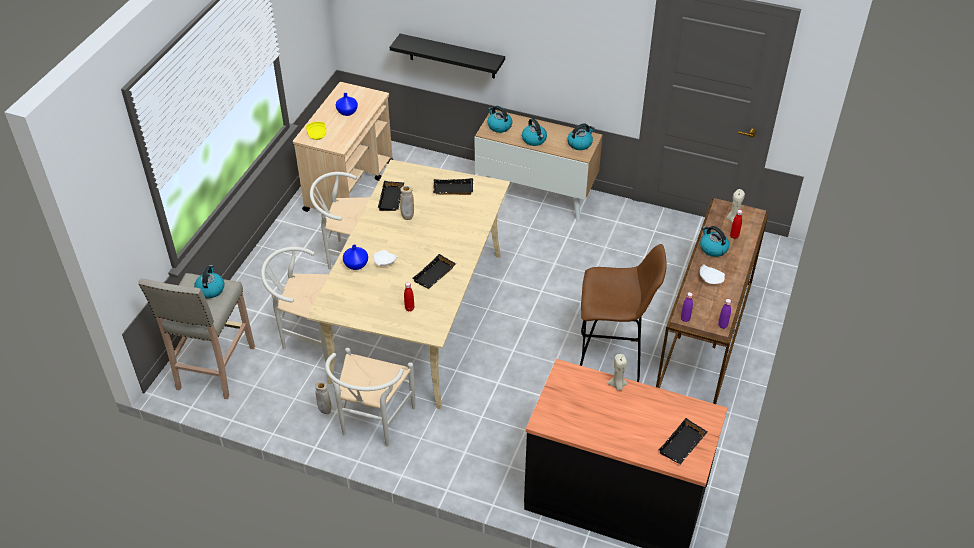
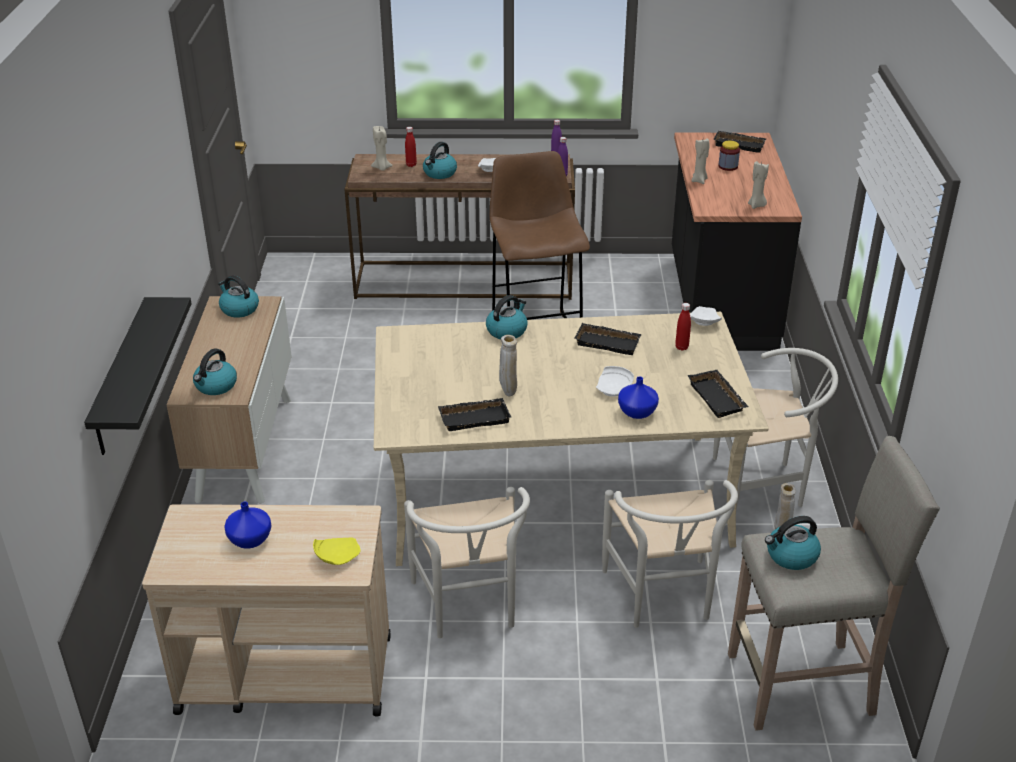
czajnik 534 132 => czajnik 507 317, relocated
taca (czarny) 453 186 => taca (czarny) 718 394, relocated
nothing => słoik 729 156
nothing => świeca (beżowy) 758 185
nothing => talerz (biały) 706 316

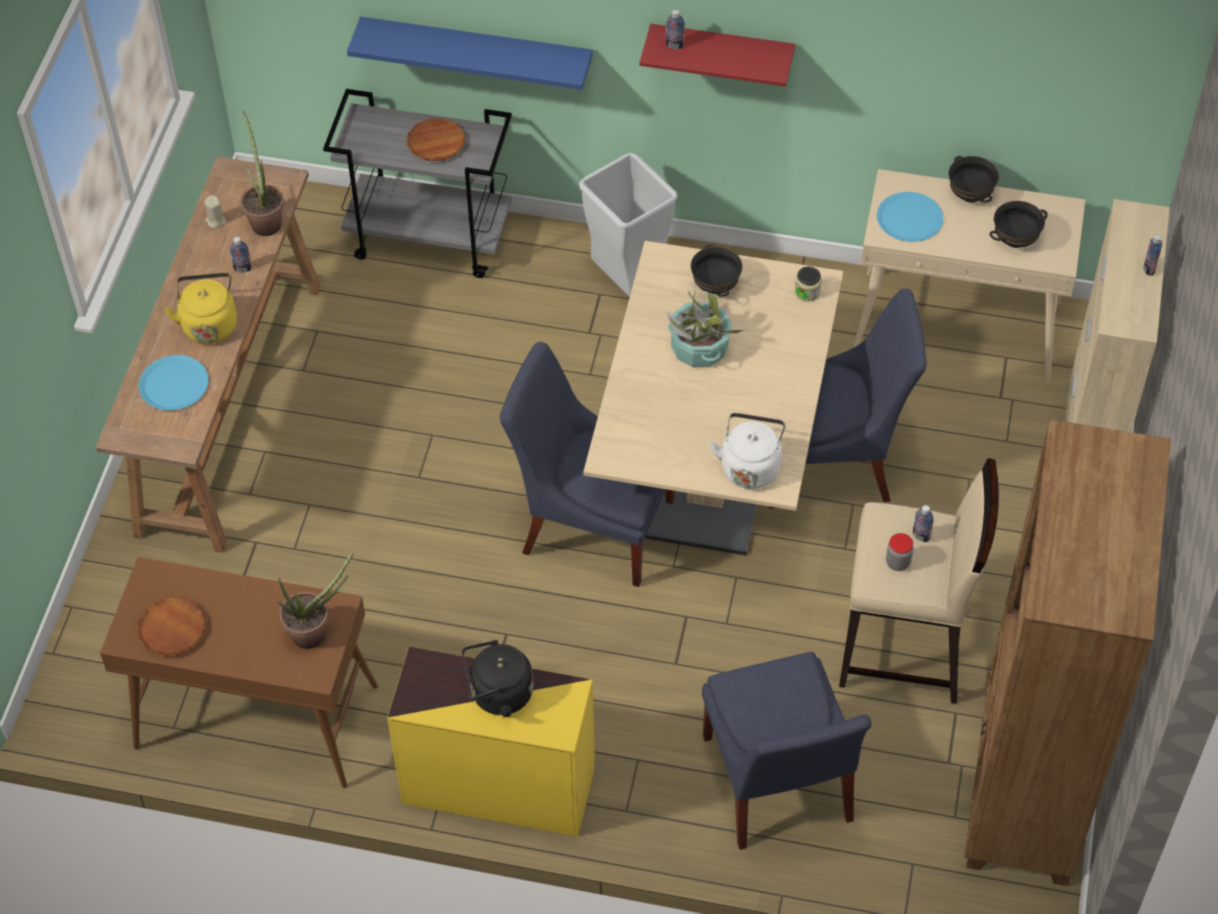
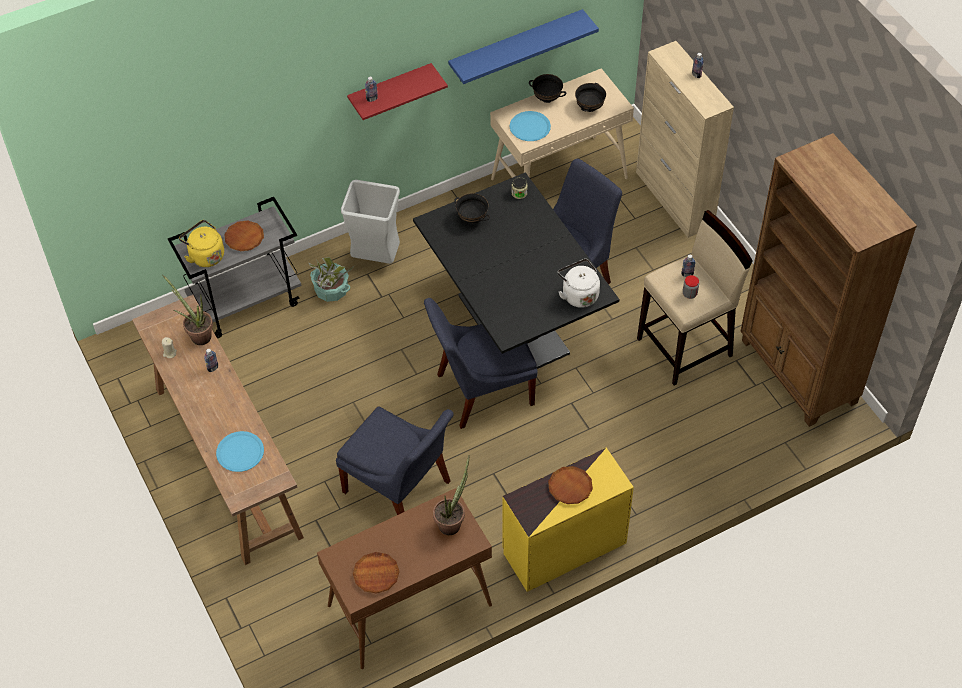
półka (niebieski) 470 53 => półka (niebieski) 523 46, relocated
stół jadalny (beżowy) 713 398 => stół jadalny (czarny) 516 270
czajnik (żółty) 200 308 => czajnik (żółty) 201 243, relocated
roślina doniczkowa 705 327 => roślina doniczkowa 332 279, relocated
czajnik (czarny) 497 678 => talerz (brązowy) 570 485
krzesło (niebieski) 787 751 => krzesło (niebieski) 394 461, relocated

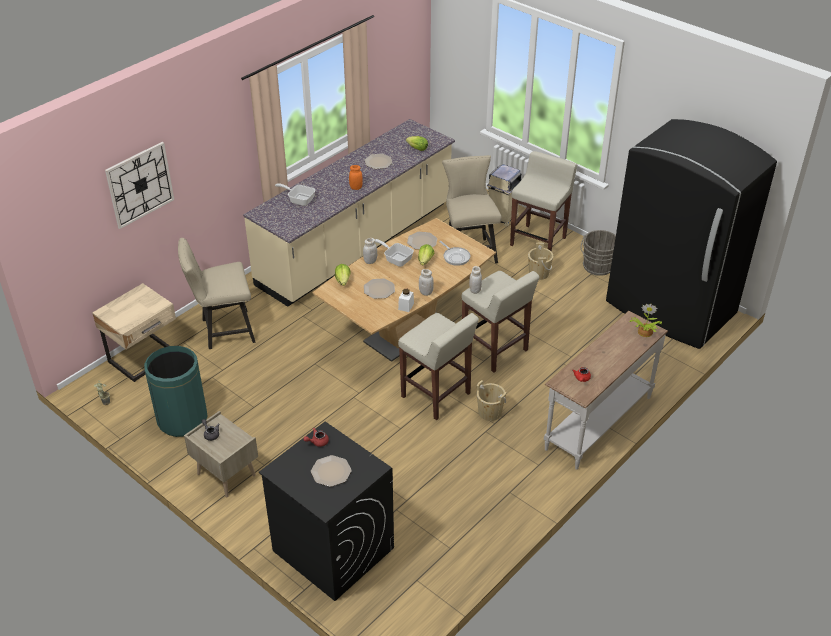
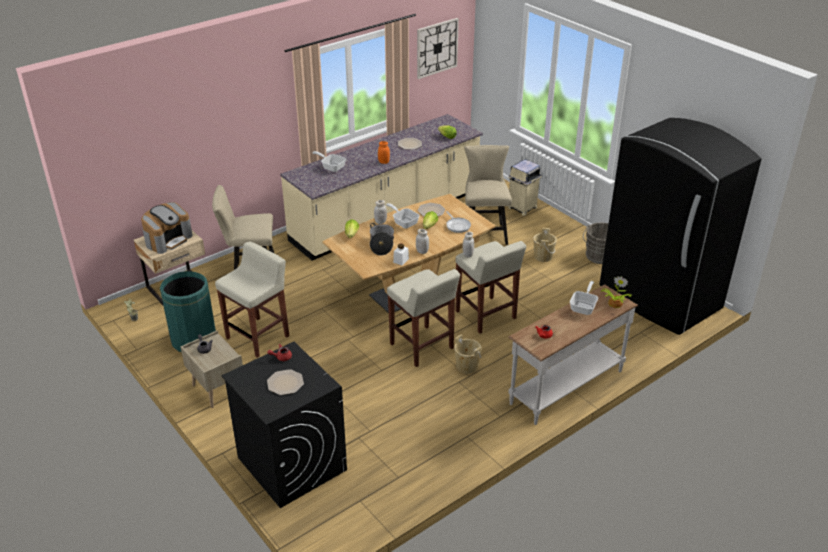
zegar ścienny 139 185 => zegar ścienny 438 48, relocated
stołek (beżowy) 543 201 => stołek (beżowy) 252 300, relocated
talerz 379 289 => garnek 382 239
nothing => ekspres do kawy 167 228
nothing => patelnia 584 298

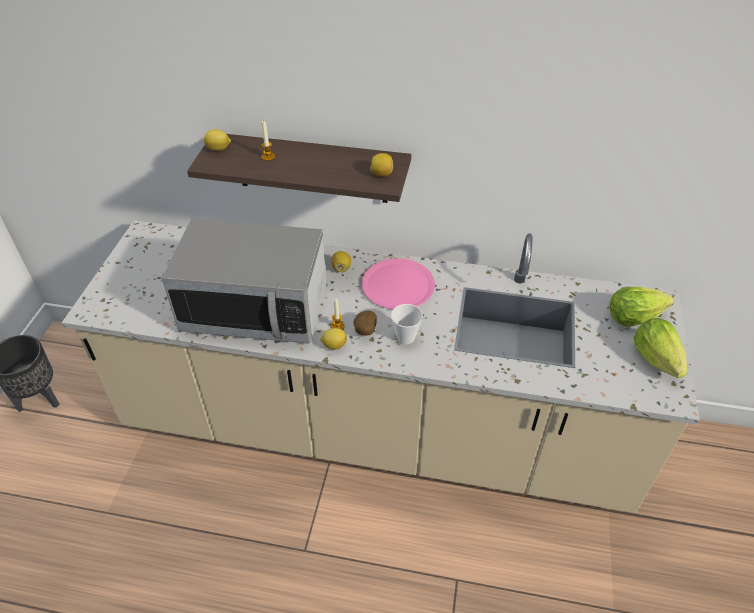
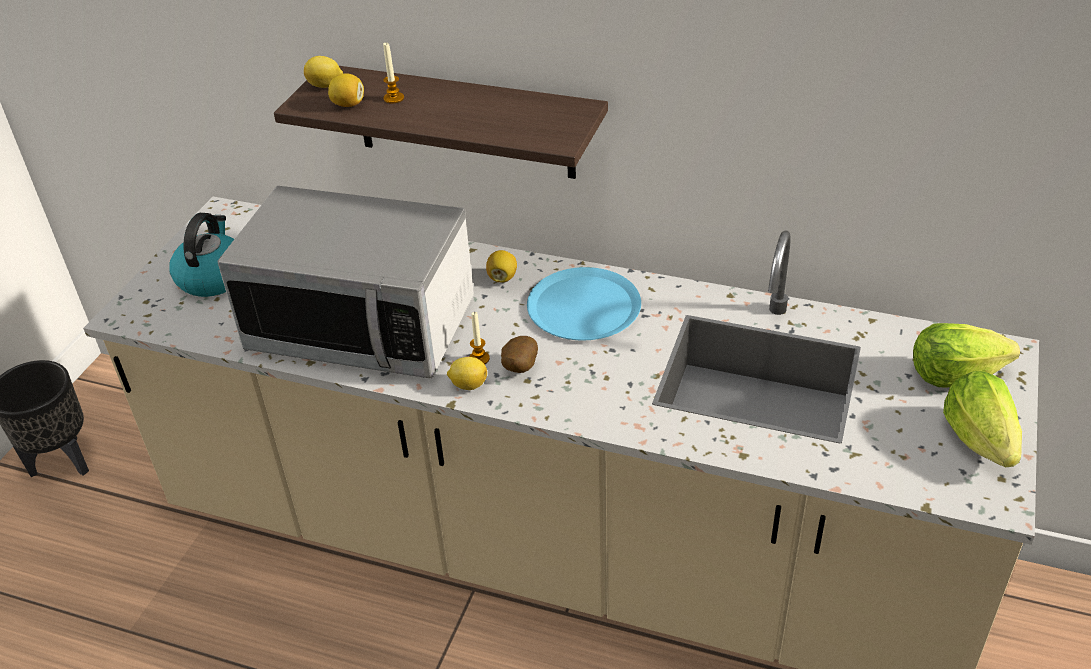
cytryna 381 164 => cytryna 346 90, relocated
talerz (różowy) 398 283 => talerz (niebieski) 584 303
filiżanka 407 324 => nothing
nothing => czajnik 201 255

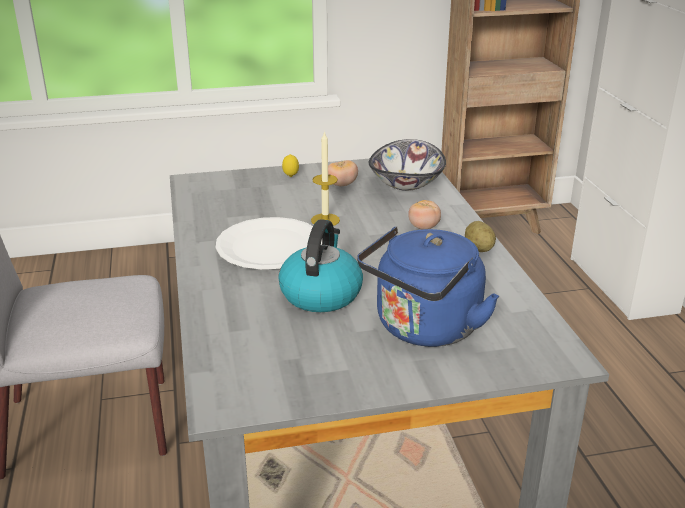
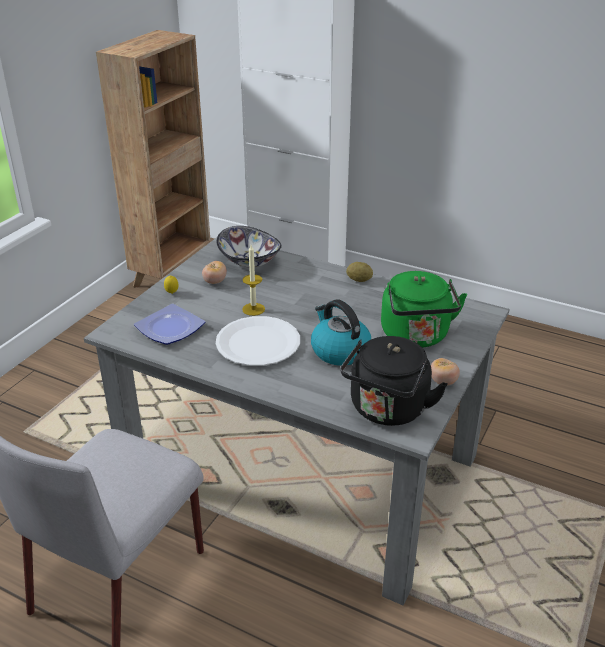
pomidor 424 214 => pomidor 445 371, relocated
czajnik (niebieski) 428 286 => czajnik (zielony) 424 309
nothing => talerz 169 324
nothing => czajnik (czarny) 394 381

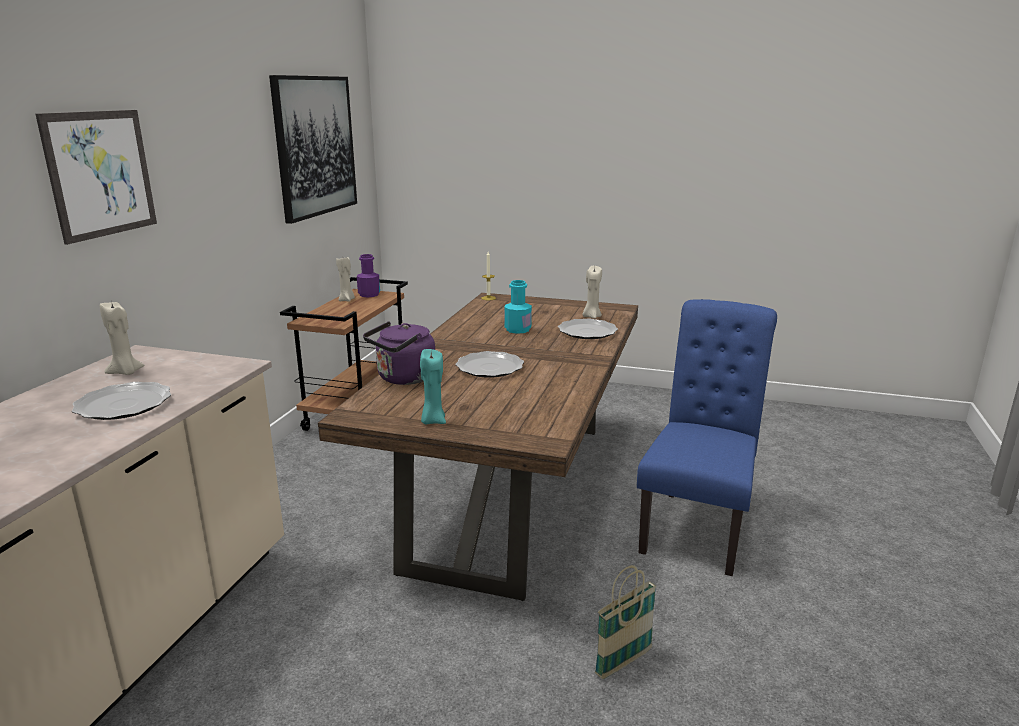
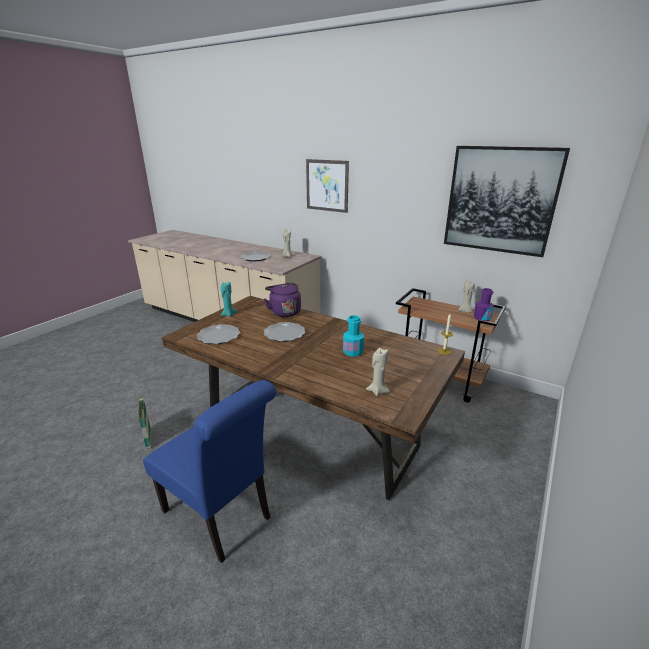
talerz 588 329 => talerz 218 334, relocated

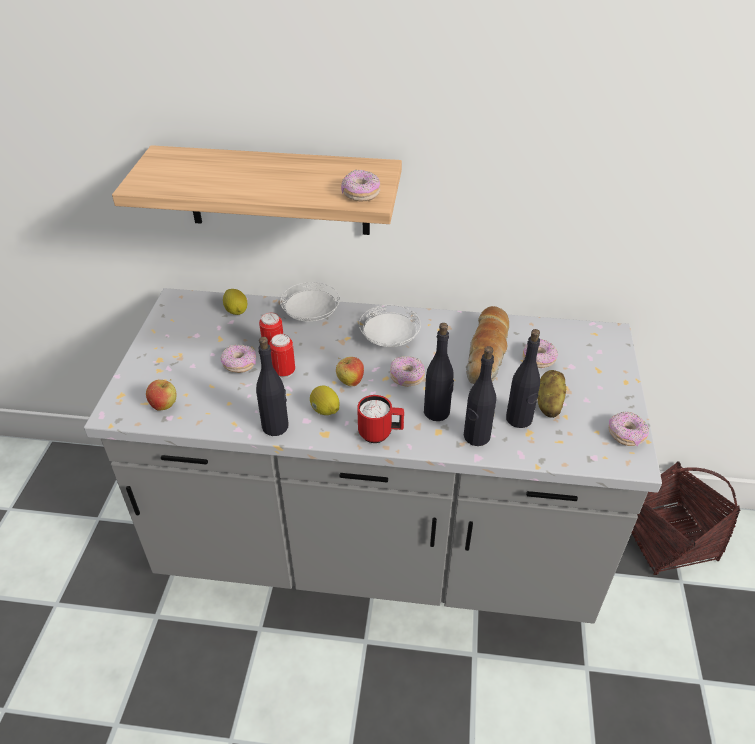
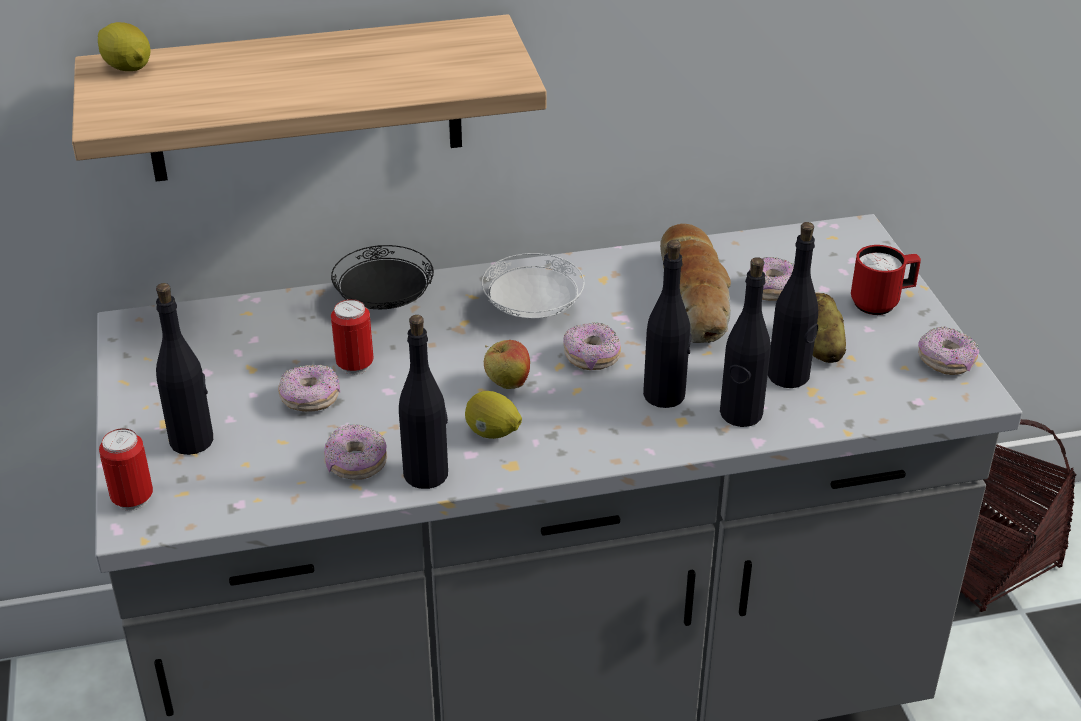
donut 361 185 => donut 355 452, relocated
talerz (biały) 310 302 => talerz (czarny) 382 277
cytryna 235 302 => cytryna 124 46, relocated
puszka 282 356 => puszka 126 469, relocated
jabłko 161 395 => nothing
kubek (czerwony) 380 419 => kubek (czerwony) 886 280, relocated
nothing => butelka (czarny) 184 369

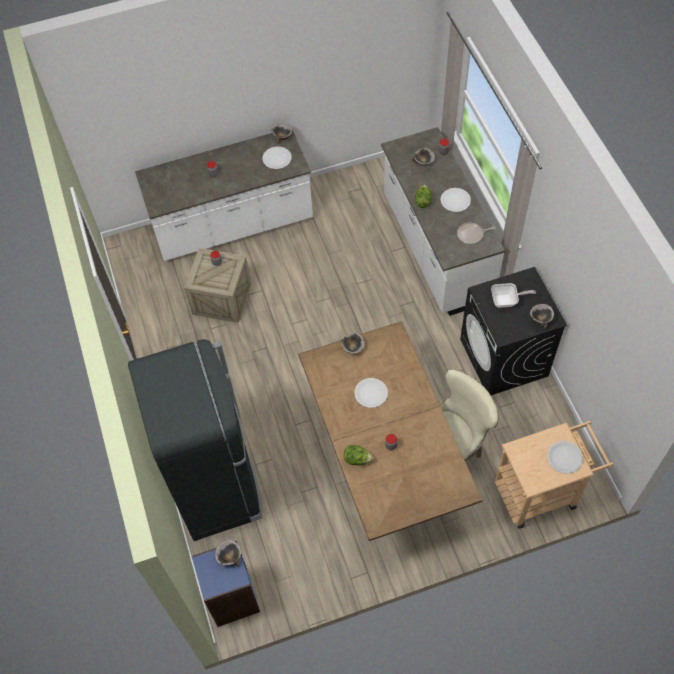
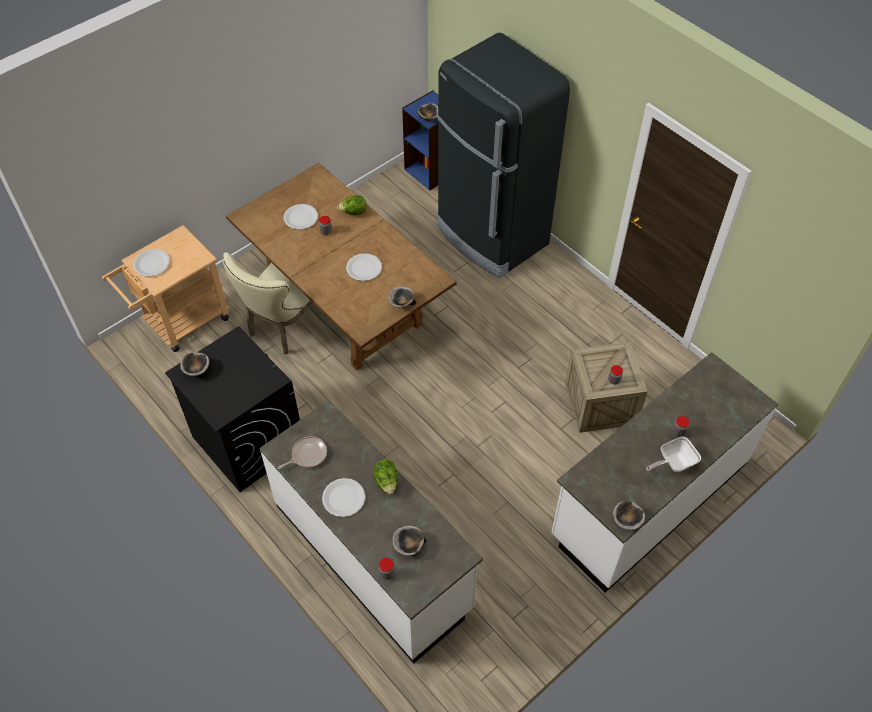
talerz (biały) 276 157 => talerz (biały) 301 216, relocated
patelnia 513 295 => patelnia 673 454, relocated

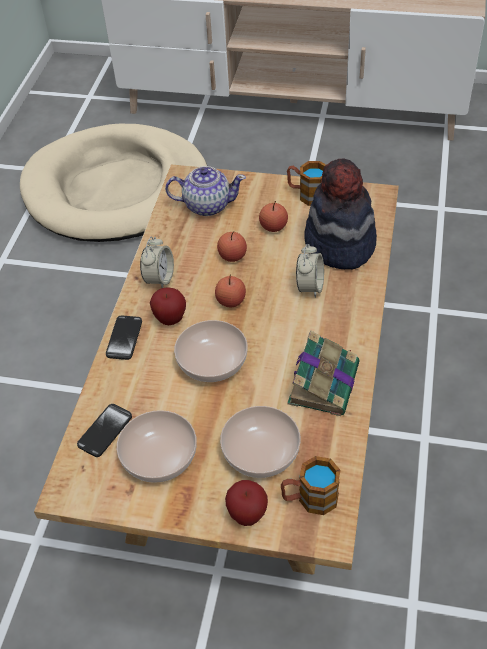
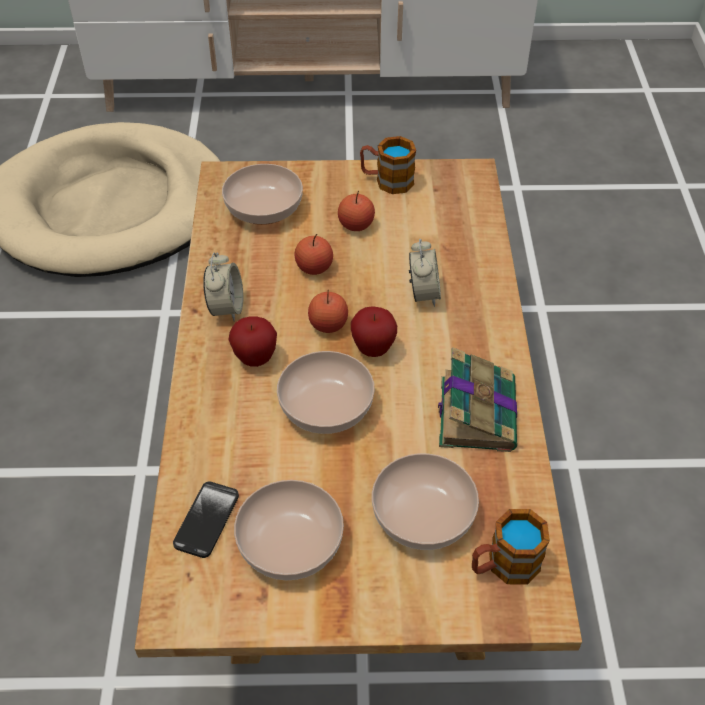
kapelusz 340 214 => nothing
imbryk 205 191 => miska 262 194
telefon 124 337 => nothing
jabłko 246 503 => jabłko 374 331, relocated

